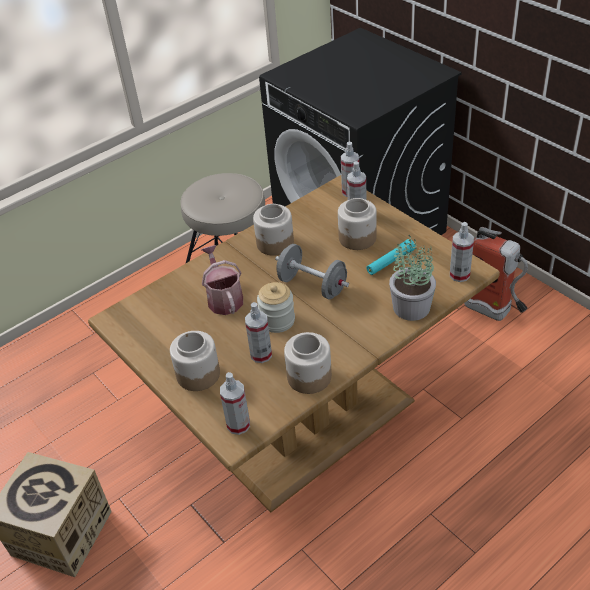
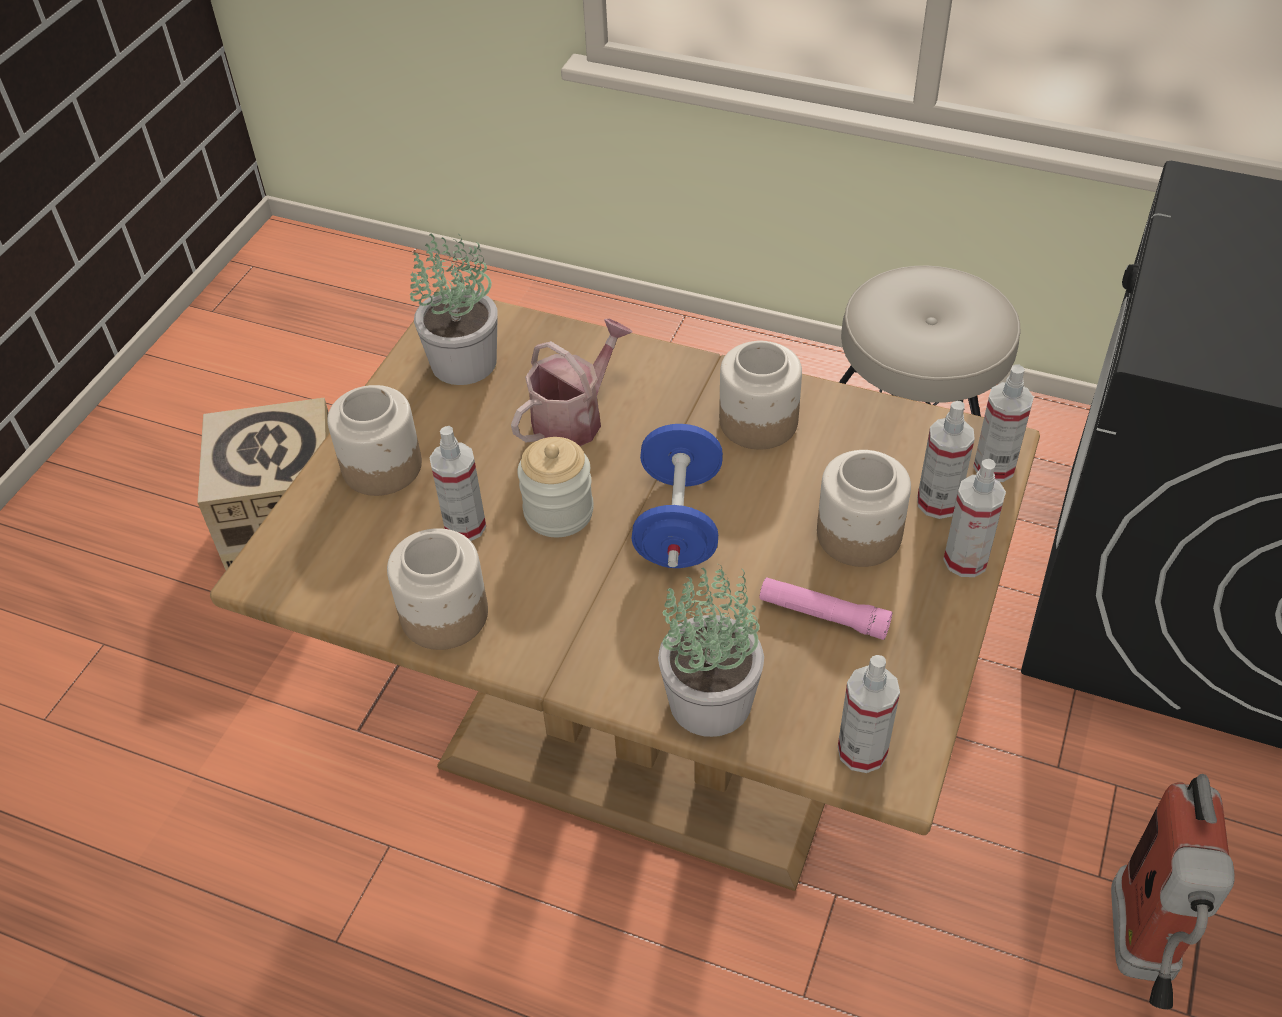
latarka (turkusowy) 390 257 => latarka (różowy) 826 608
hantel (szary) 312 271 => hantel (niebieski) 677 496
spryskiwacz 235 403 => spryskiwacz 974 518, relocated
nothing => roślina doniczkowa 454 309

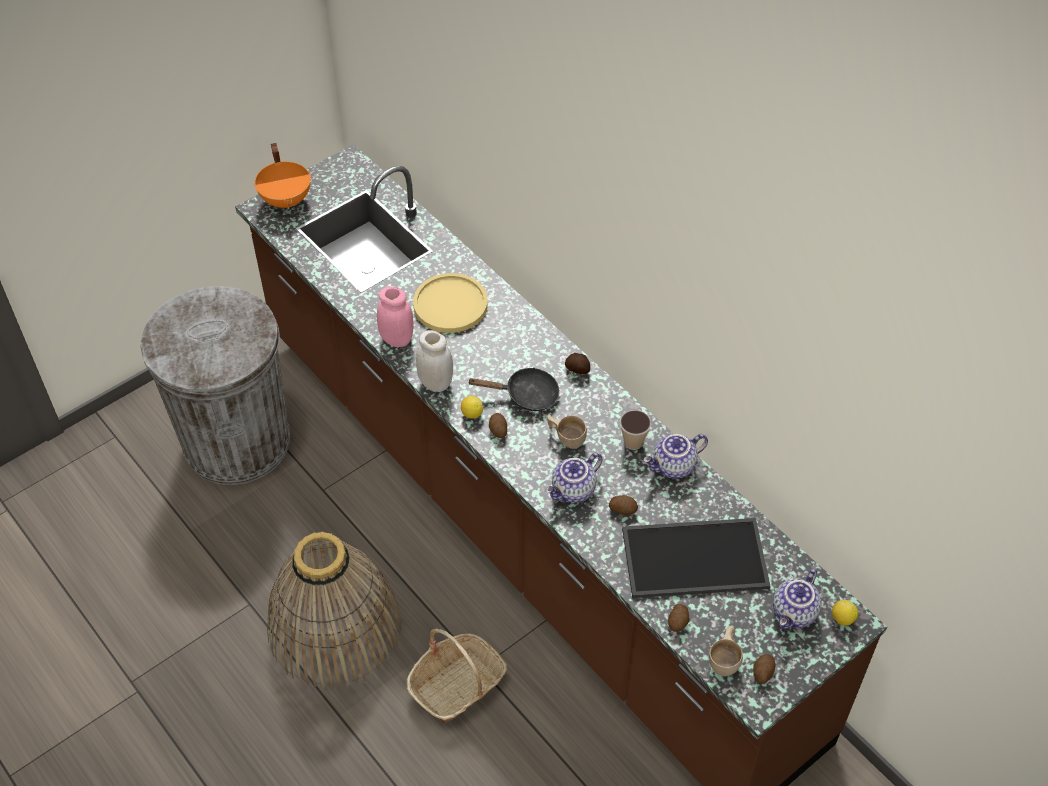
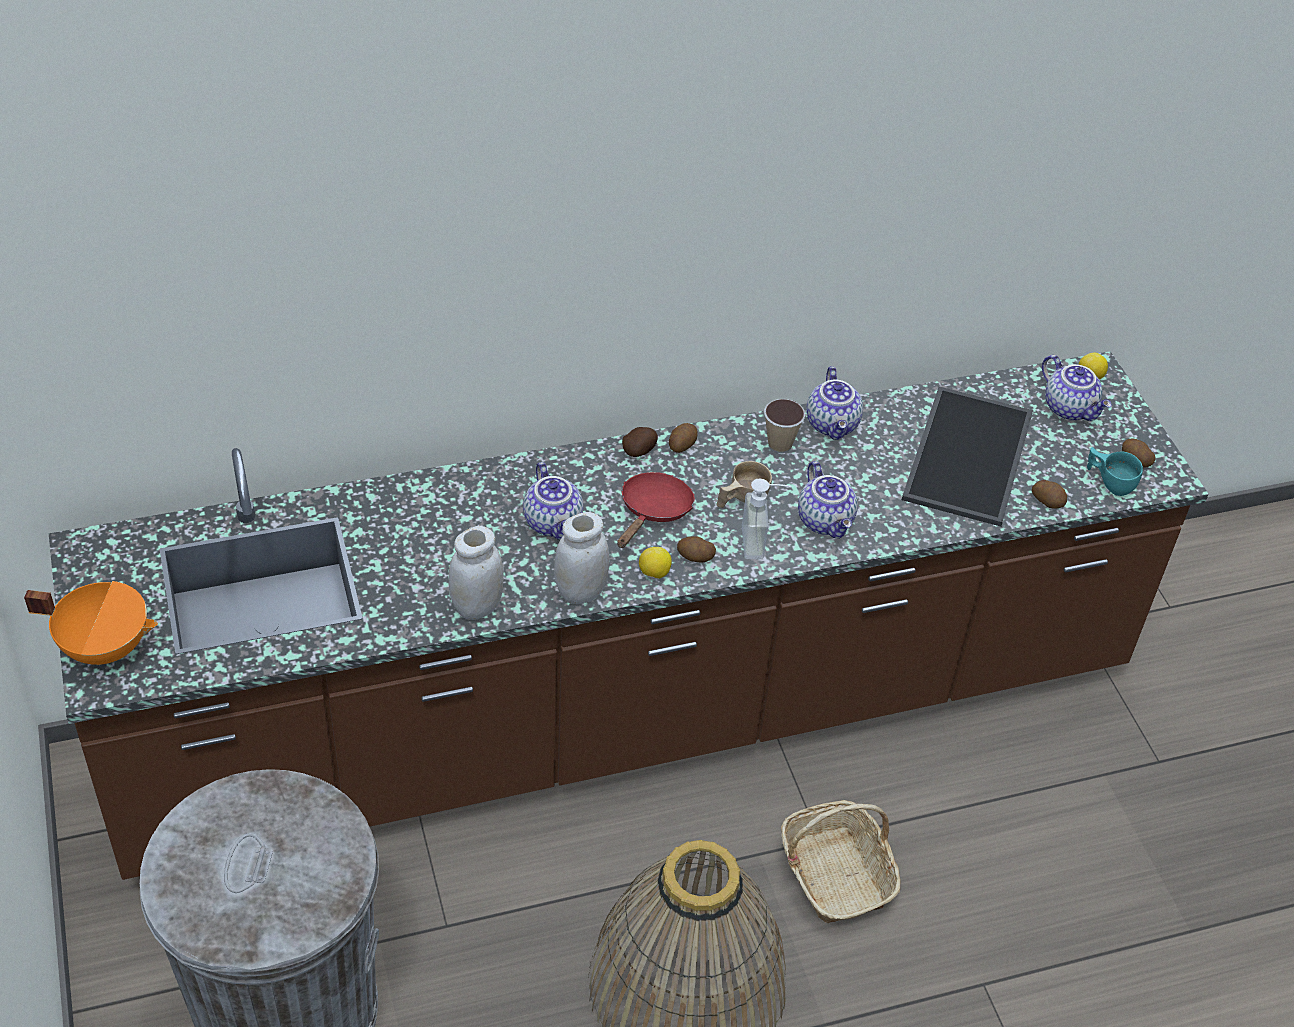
talerz (żółty) 450 303 => nothing
słoik (różowy) 395 316 => słoik (biały) 476 573
patelnia (czarny) 513 389 => patelnia (czerwony) 656 510
ziemniak 623 505 => ziemniak 683 438, relocated
filiżanka (beżowy) 726 651 => filiżanka (turkusowy) 1115 471
nothing => imbryk 553 501
nothing => dozownik mydła 766 519

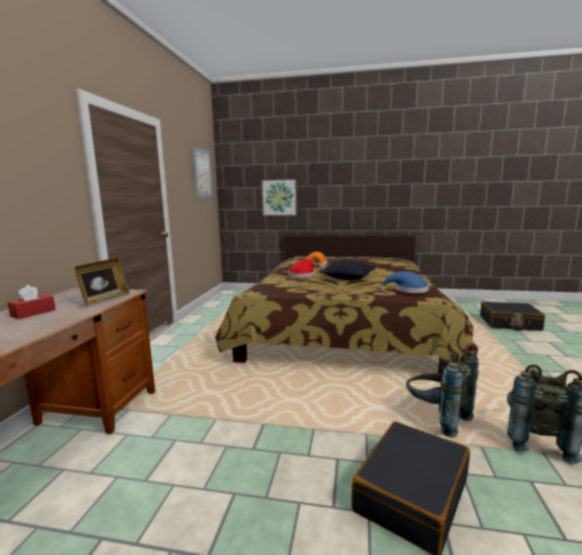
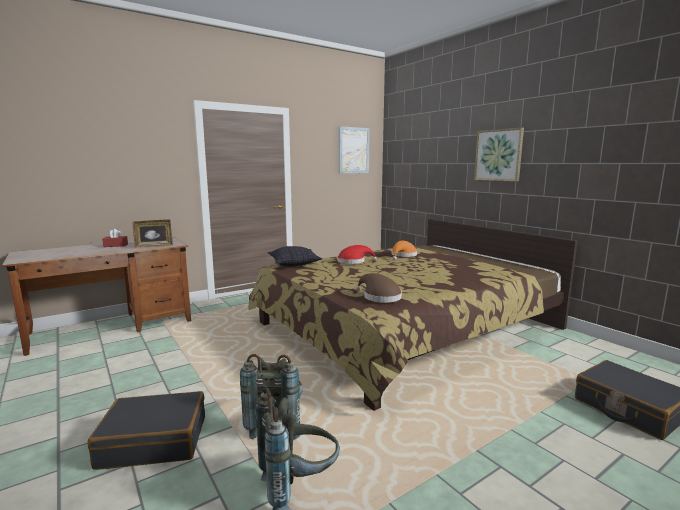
obraz 279 197 => obraz 499 155, relocated
poduszka 347 270 => poduszka 295 256, relocated
kapelusz (niebieski) 404 282 => kapelusz (brązowy) 379 288

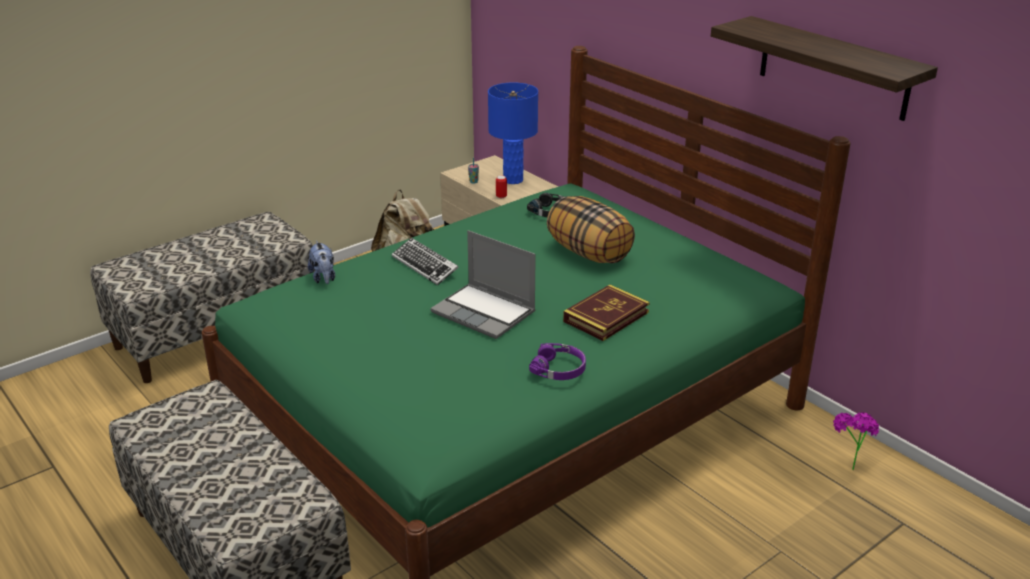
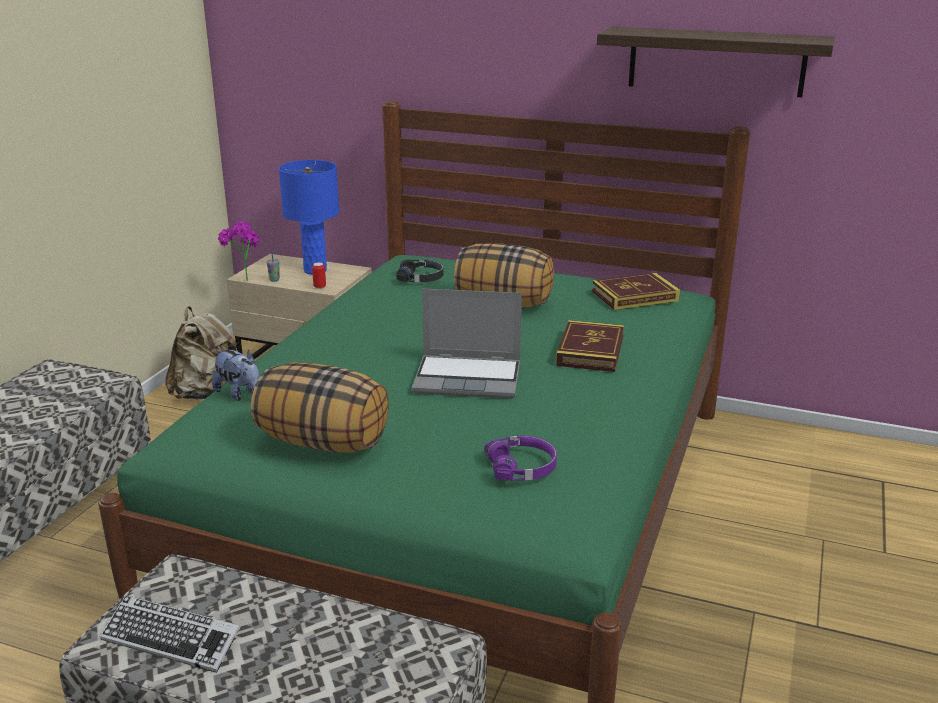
klawiatura 425 261 => klawiatura 170 634, relocated
słuchawki (fioletowy) 557 361 => słuchawki (fioletowy) 521 458, relocated
roślina doniczkowa 856 441 => roślina doniczkowa 238 251, relocated
nothing => książka 636 291
nothing => poduszka 320 408

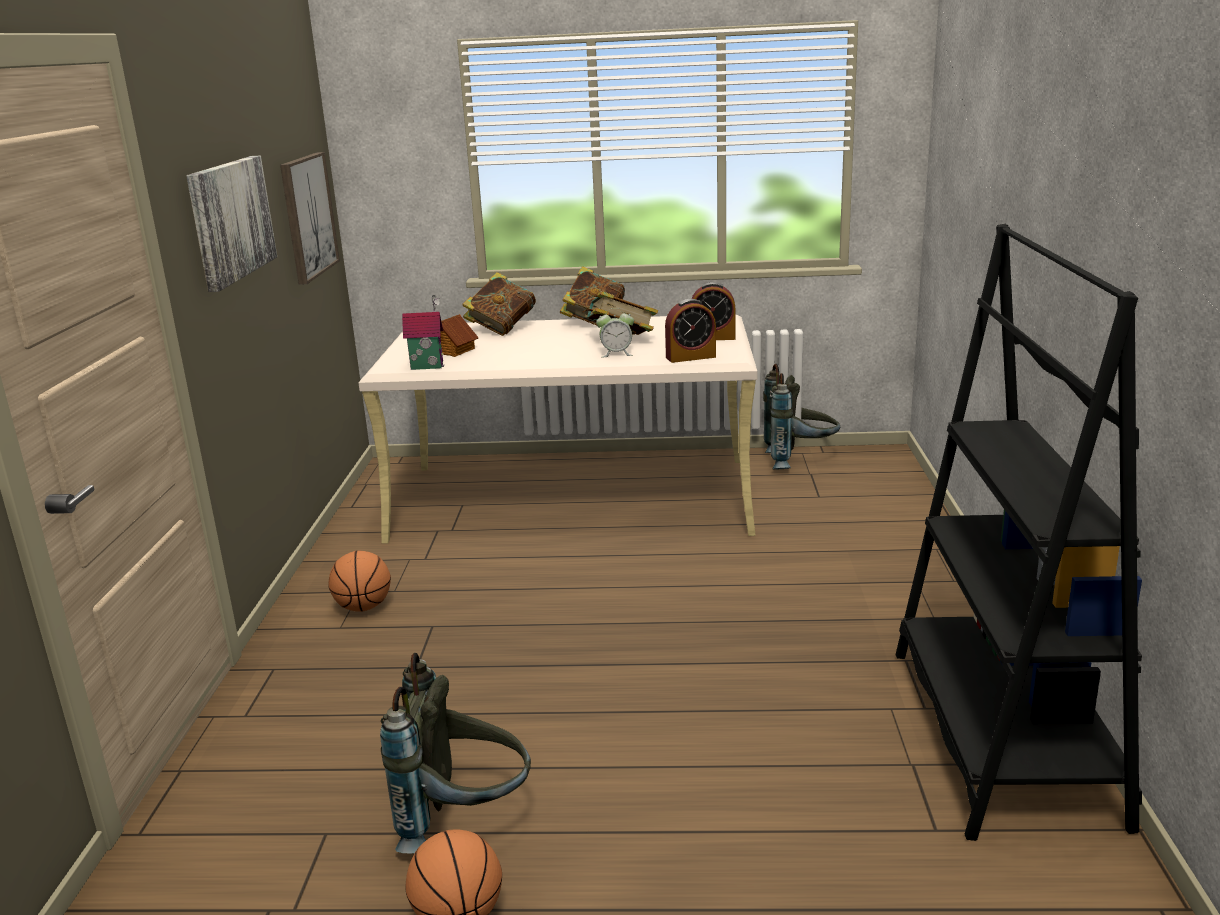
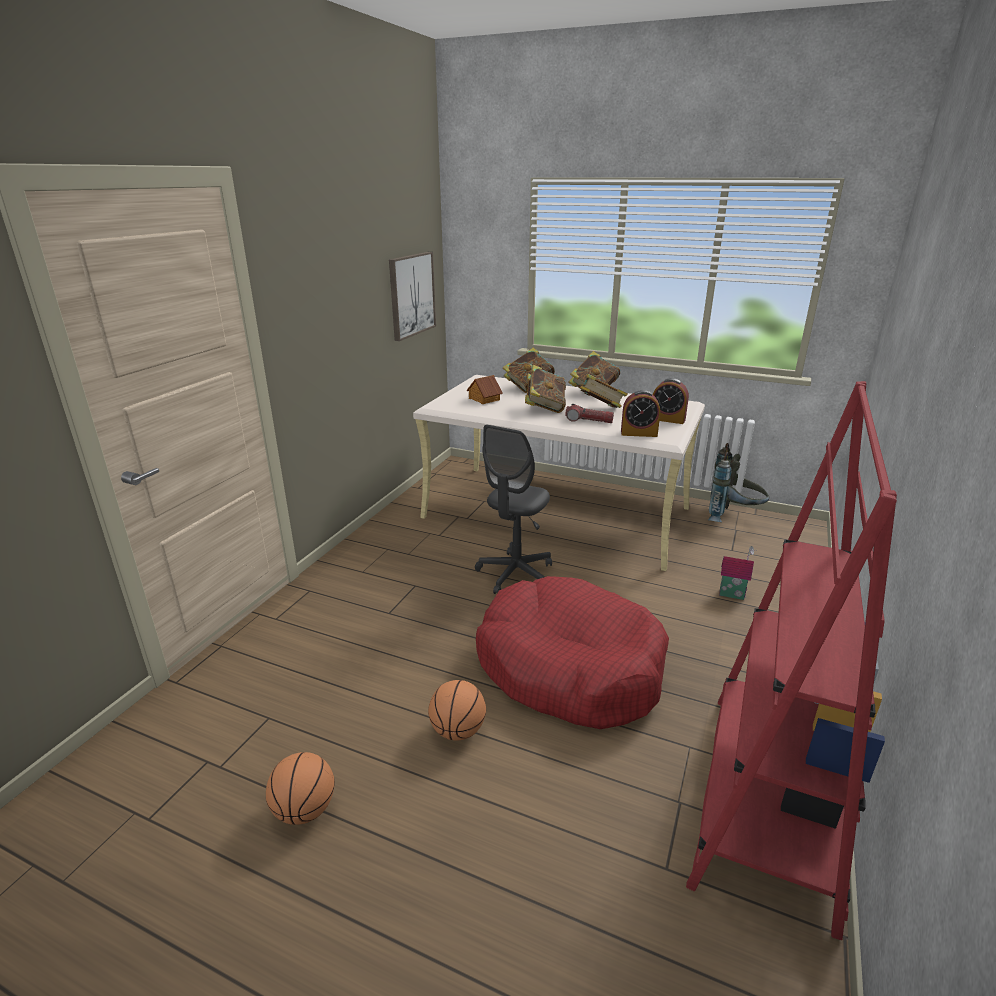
obraz 231 224 => nothing
regał (czarny) 1019 532 => regał (czerwony) 791 660
domek 423 332 => domek 737 573, relocated
budzik 615 332 => latarka 589 413
piłka do koszykówki 359 581 => piłka do koszykówki 457 710, relocated
plecak (szary) 455 753 => nothing
nothing => książka 545 389
nothing => krzesło biurowe (szary) 513 509
nothing => legowisko (czerwony) 572 652

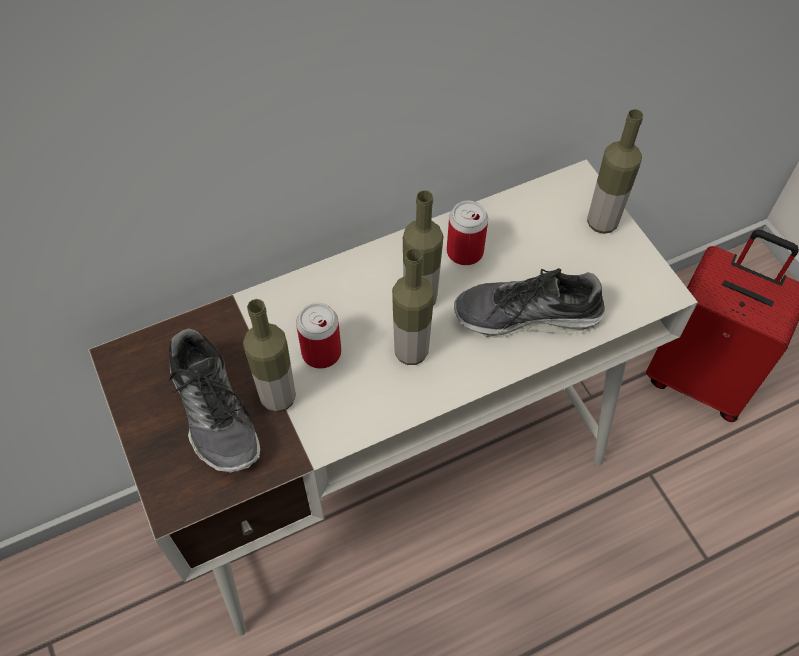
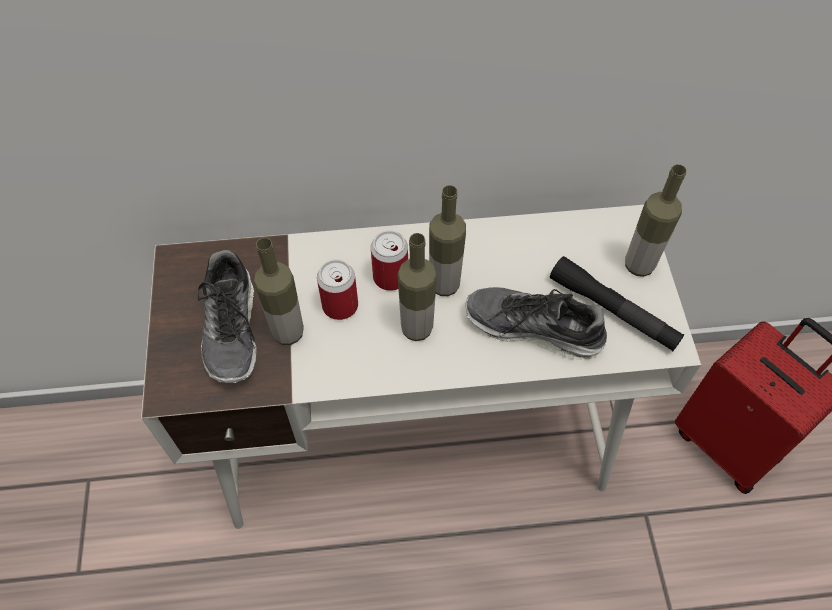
puszka 467 232 => puszka 389 260, relocated
nothing => latarka (czarny) 617 303

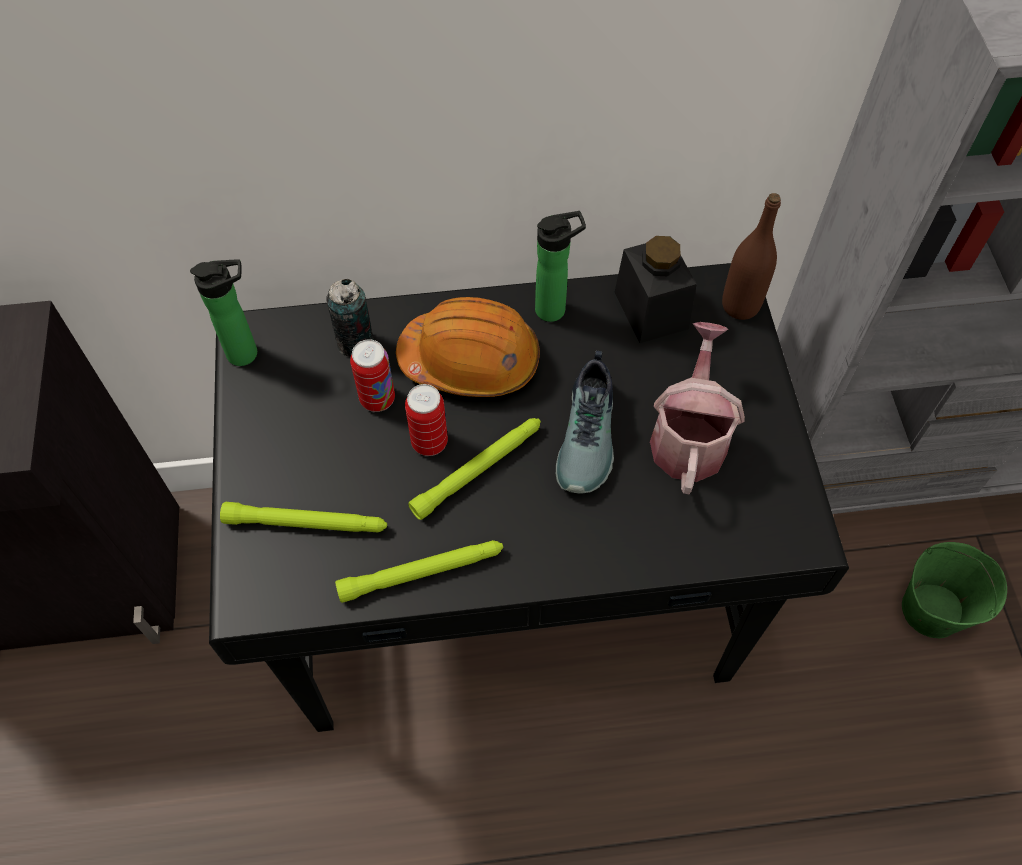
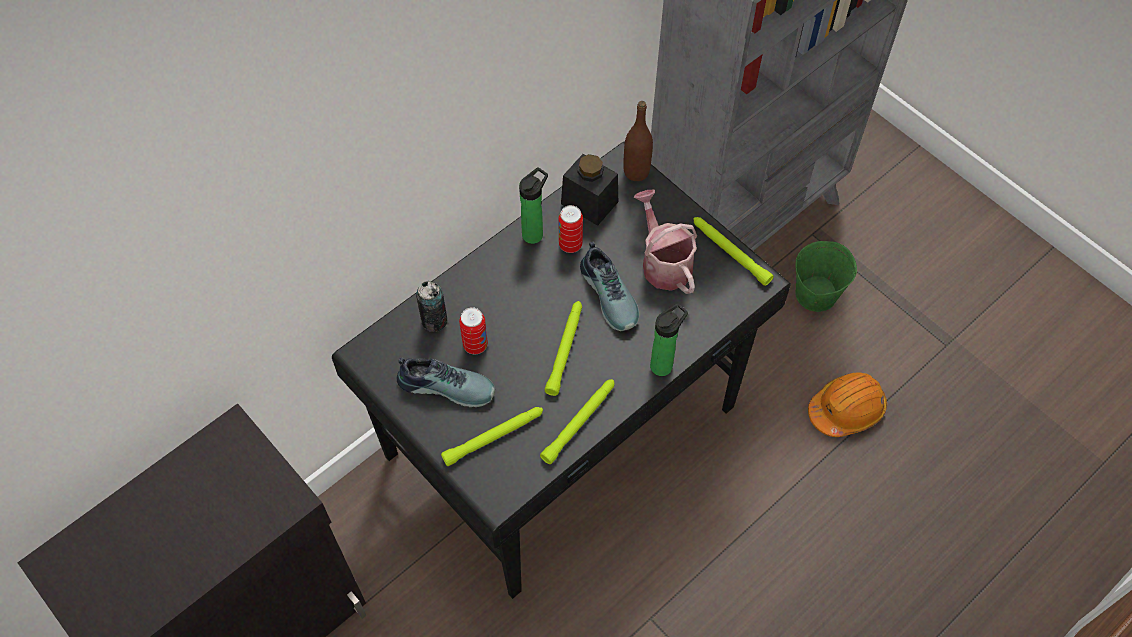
butelka 223 312 => butelka 669 339, relocated
kask (pomarańczowy) 468 347 => kask (pomarańczowy) 847 405, relocated
puszka 426 420 => puszka 571 229, relocated
nothing => latarka (zielony) 733 251
nothing => but 446 382

